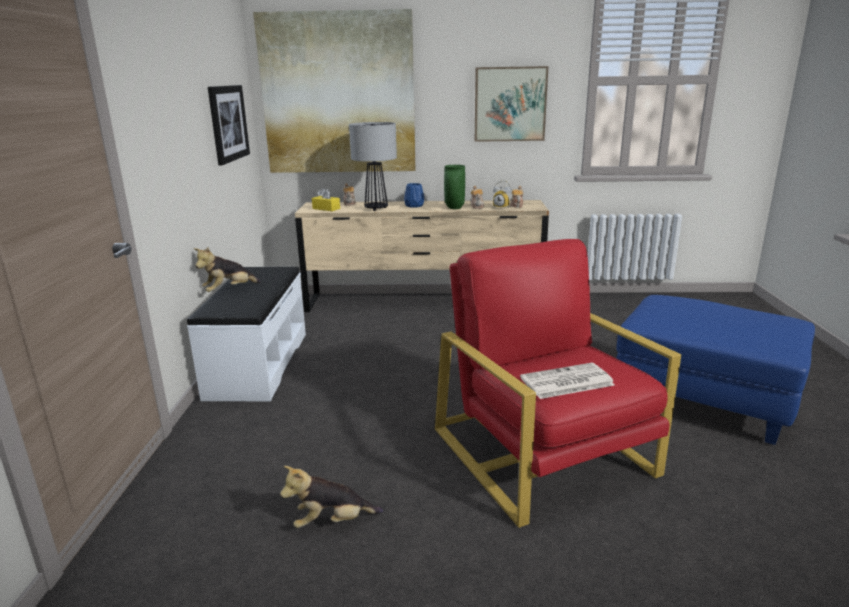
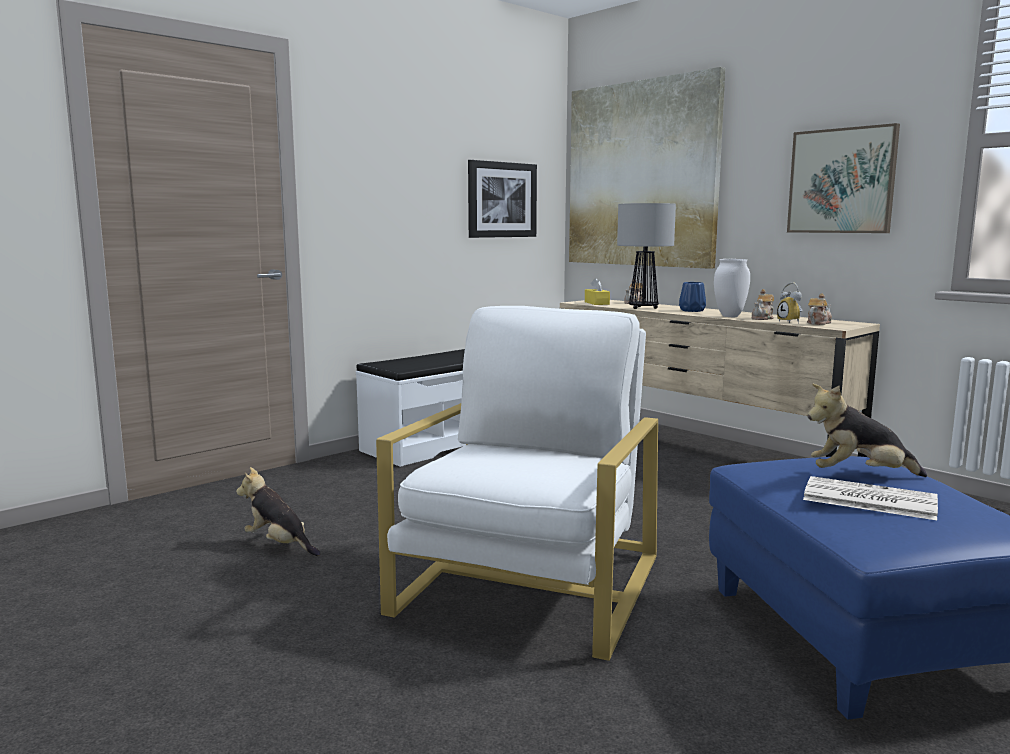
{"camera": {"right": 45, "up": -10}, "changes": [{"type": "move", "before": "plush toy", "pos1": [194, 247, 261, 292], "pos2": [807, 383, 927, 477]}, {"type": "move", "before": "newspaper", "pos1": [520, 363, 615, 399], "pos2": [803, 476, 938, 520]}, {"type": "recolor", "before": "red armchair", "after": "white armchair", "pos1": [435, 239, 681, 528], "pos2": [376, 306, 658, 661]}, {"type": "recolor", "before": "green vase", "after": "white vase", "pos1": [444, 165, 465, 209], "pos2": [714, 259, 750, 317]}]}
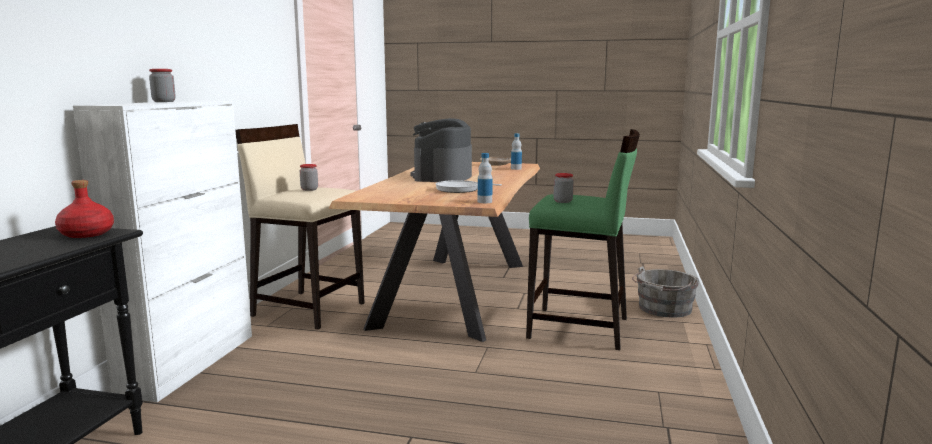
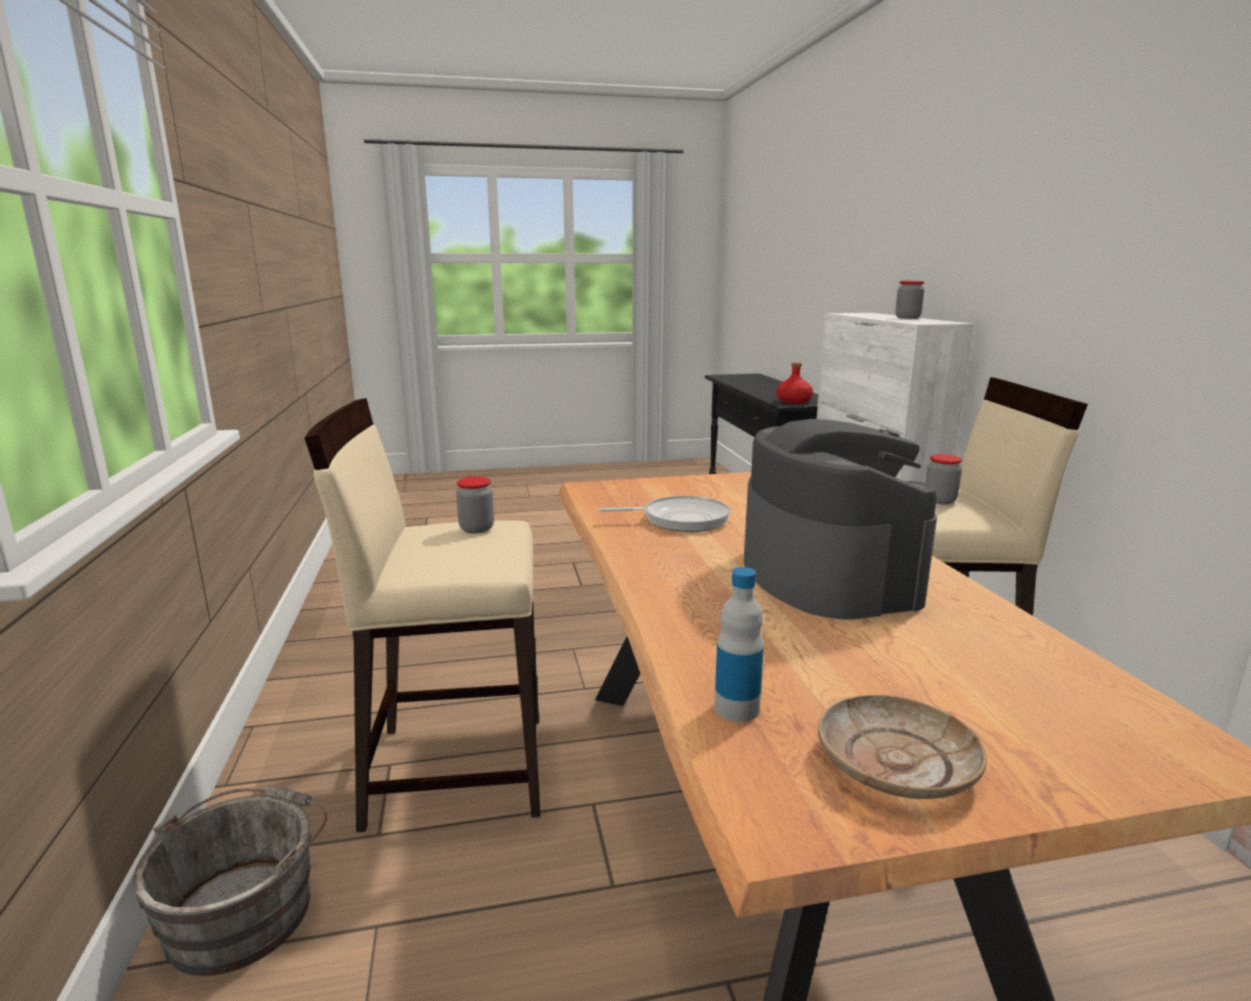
{"camera": {"right": 155, "up": 5}, "changes": [{"type": "delete", "before": "bottle", "pos1": [478, 153, 493, 203]}, {"type": "recolor", "before": "green stool", "after": "beige stool", "pos1": [526, 129, 640, 350], "pos2": [305, 398, 540, 832]}]}
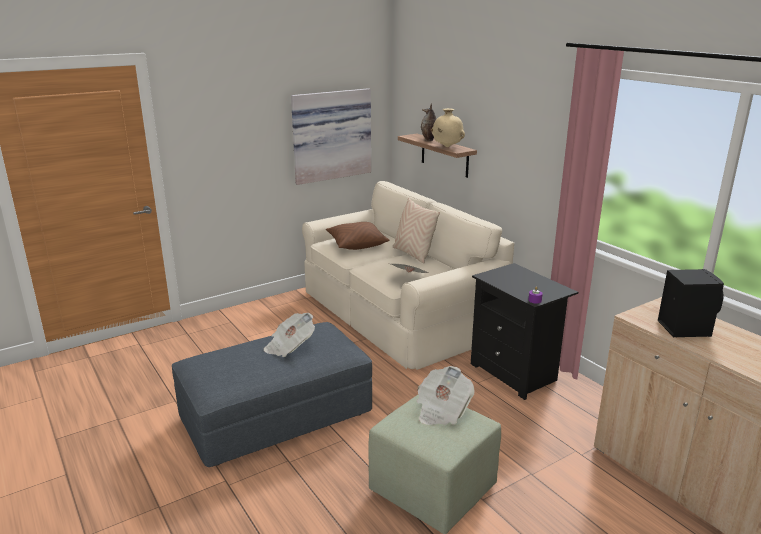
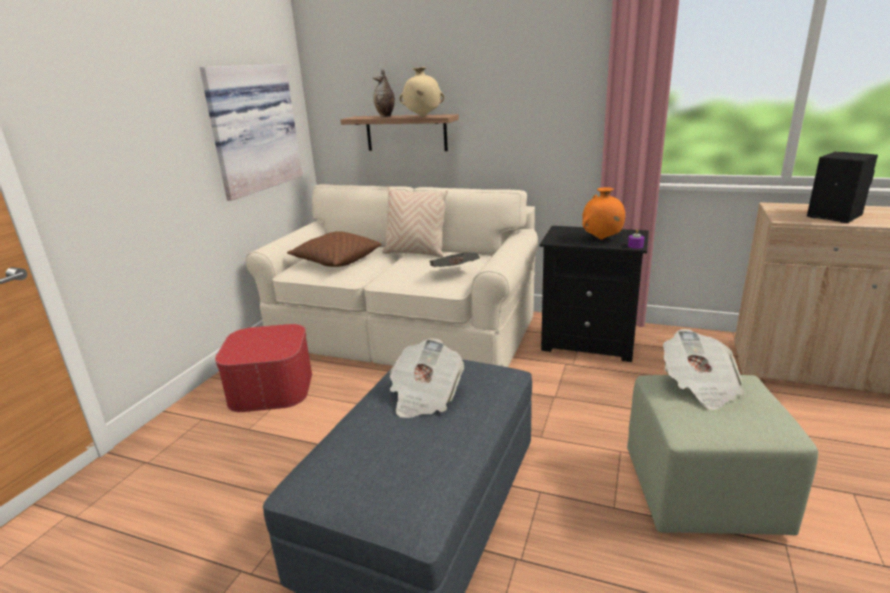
{"camera": {"right": -35, "up": 0}, "changes": [{"type": "insert", "after": "ottoman", "pos2": [215, 324, 312, 412]}, {"type": "insert", "after": "orange vase", "pos2": [582, 187, 625, 239]}]}
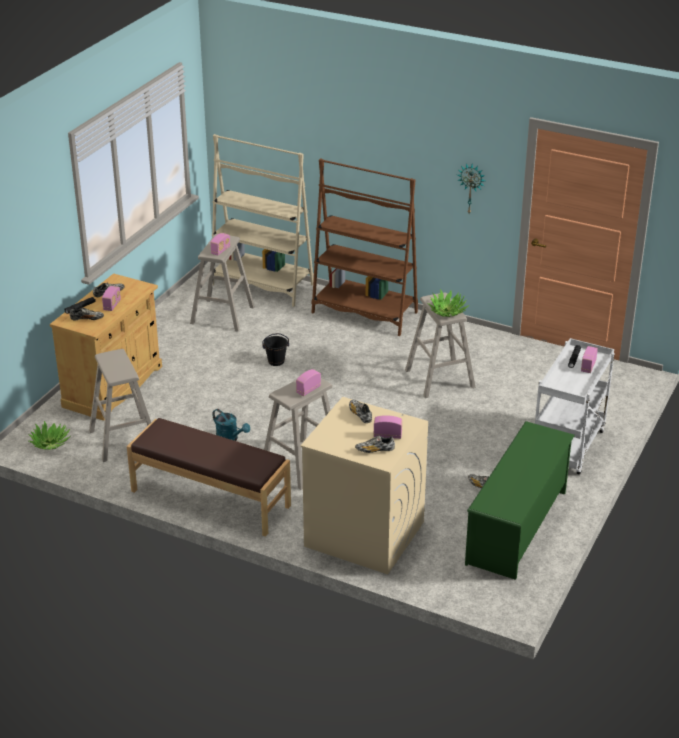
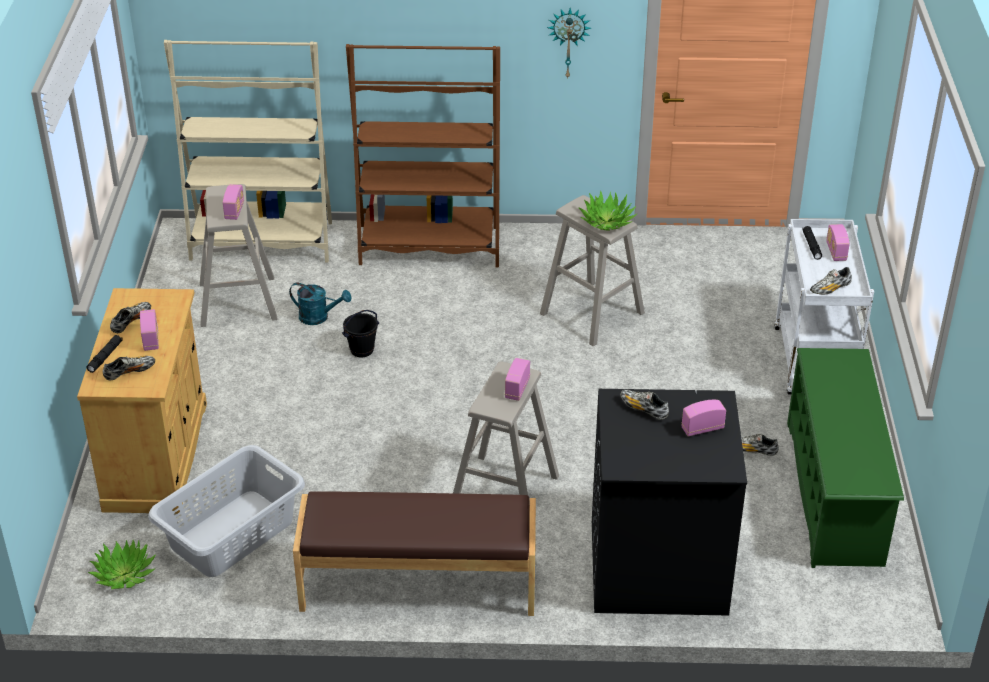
{"camera": {"right": -25, "up": 5}, "changes": [{"type": "move", "before": "turquoise watering can", "pos1": [213, 409, 250, 441], "pos2": [289, 283, 351, 325]}, {"type": "move", "before": "shoe", "pos1": [355, 435, 395, 453], "pos2": [810, 267, 852, 294]}, {"type": "replace", "before": "beige stool", "after": "grey laundry basket", "pos1": [89, 349, 151, 462], "pos2": [148, 445, 305, 577]}, {"type": "recolor", "before": "beige washing machine", "after": "black washing machine", "pos1": [301, 397, 428, 574], "pos2": [592, 389, 747, 616]}]}
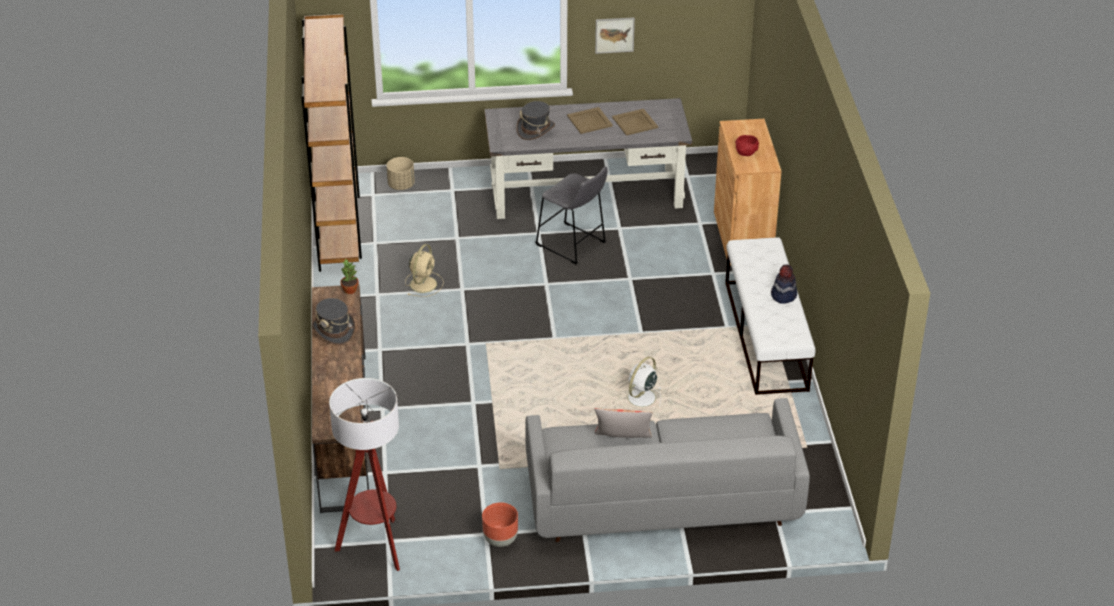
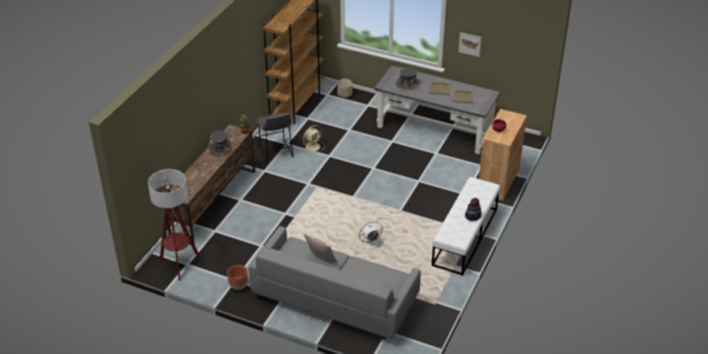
{"camera": {"right": 30, "up": 0}, "changes": [{"type": "move", "before": "grey stool", "pos1": [535, 166, 607, 264], "pos2": [257, 113, 294, 163]}]}
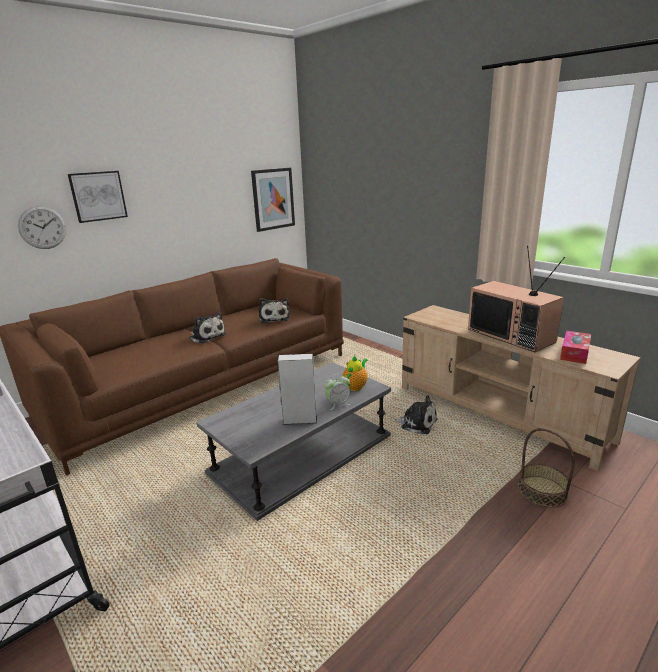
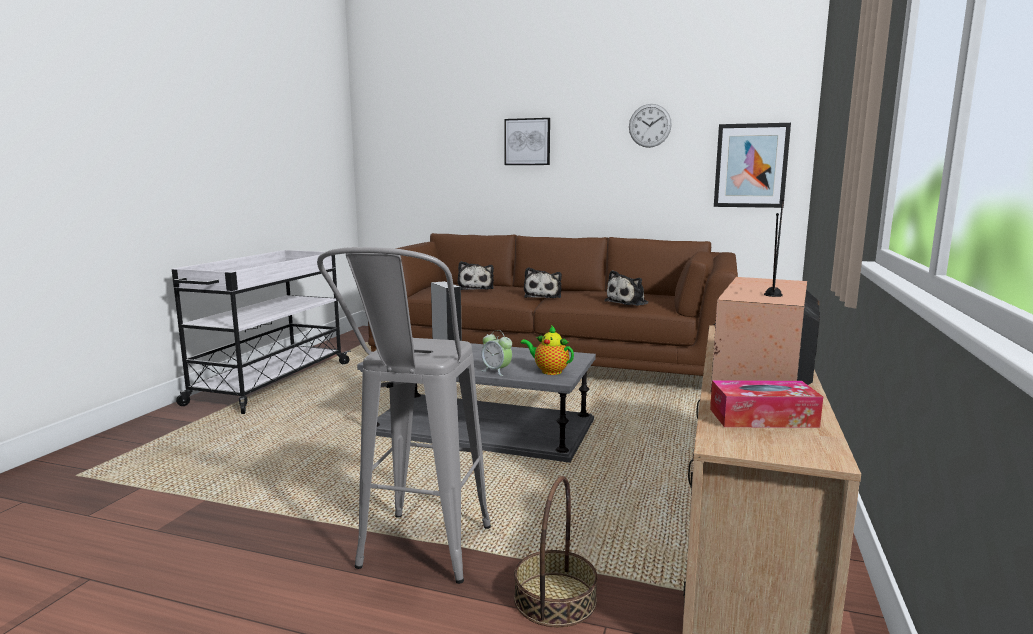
{"camera": {"right": 60, "up": -10}, "changes": [{"type": "insert", "after": "grey stool", "pos2": [317, 247, 491, 584]}, {"type": "move", "before": "wall clock", "pos1": [18, 206, 66, 249], "pos2": [629, 104, 672, 148]}, {"type": "move", "before": "plush toy", "pos1": [393, 395, 437, 434], "pos2": [458, 261, 494, 290]}, {"type": "rotate", "before": "teapot", "pos1": [343, 356, 367, 391], "pos2": [521, 325, 574, 375], "turn": -150}]}
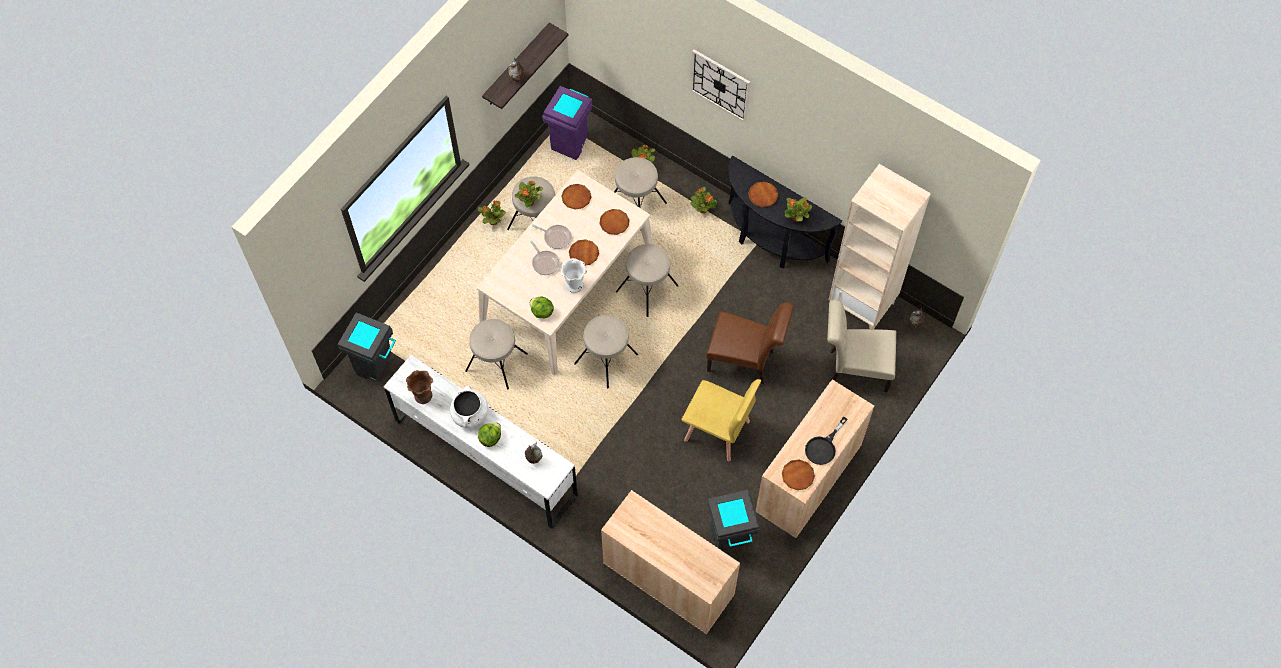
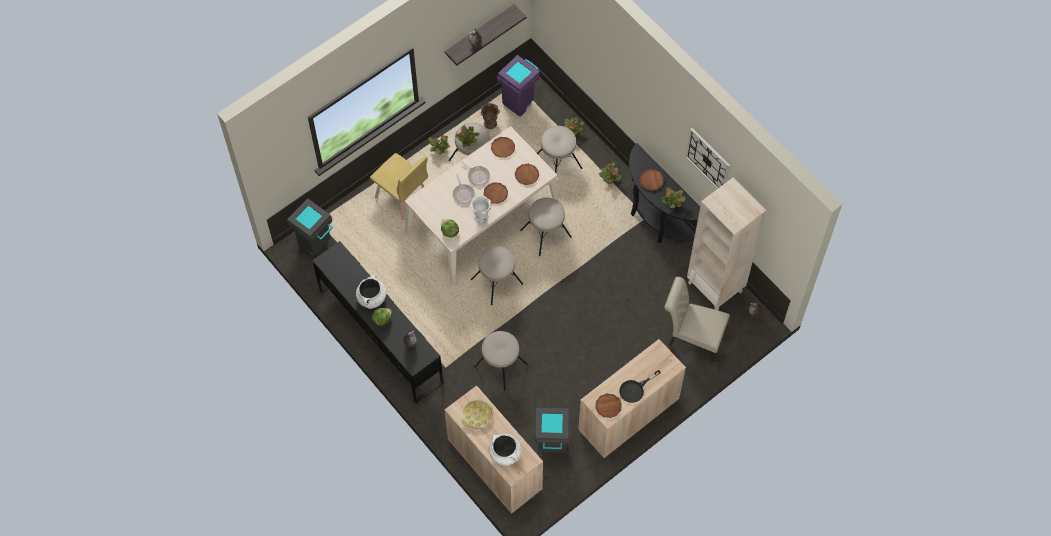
{"camera": {"right": 15, "up": 0}, "changes": [{"type": "delete", "before": "brown chair", "pos1": [706, 302, 794, 384]}, {"type": "insert", "after": "yellow tray", "pos2": [462, 400, 493, 429]}, {"type": "insert", "after": "white cooking pot", "pos2": [489, 434, 522, 466]}, {"type": "move", "before": "brown vase", "pos1": [406, 370, 433, 404], "pos2": [481, 103, 500, 129]}, {"type": "move", "before": "beige stool", "pos1": [465, 319, 528, 390], "pos2": [474, 331, 528, 391]}, {"type": "move", "before": "yellow chair", "pos1": [681, 379, 761, 461], "pos2": [370, 153, 428, 220]}, {"type": "move", "before": "wall clock", "pos1": [690, 49, 750, 122], "pos2": [685, 128, 730, 189]}, {"type": "recolor", "before": "white dresser", "after": "black dresser", "pos1": [384, 355, 578, 529], "pos2": [312, 241, 443, 403]}]}
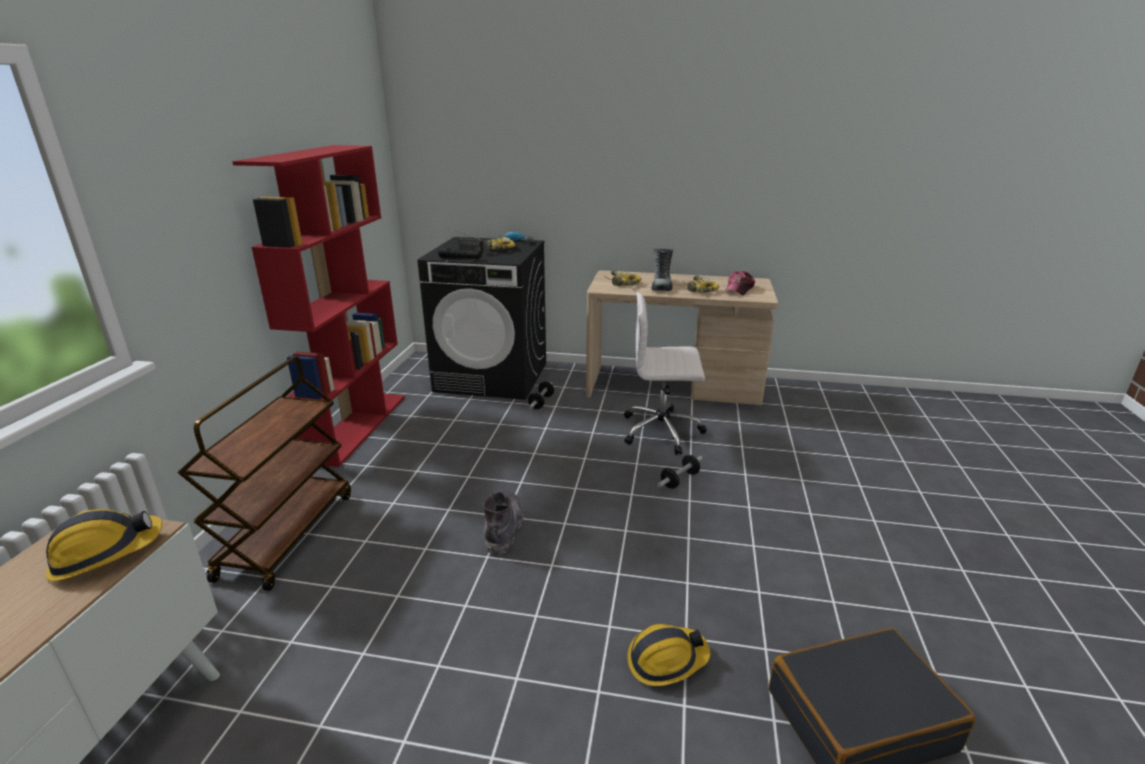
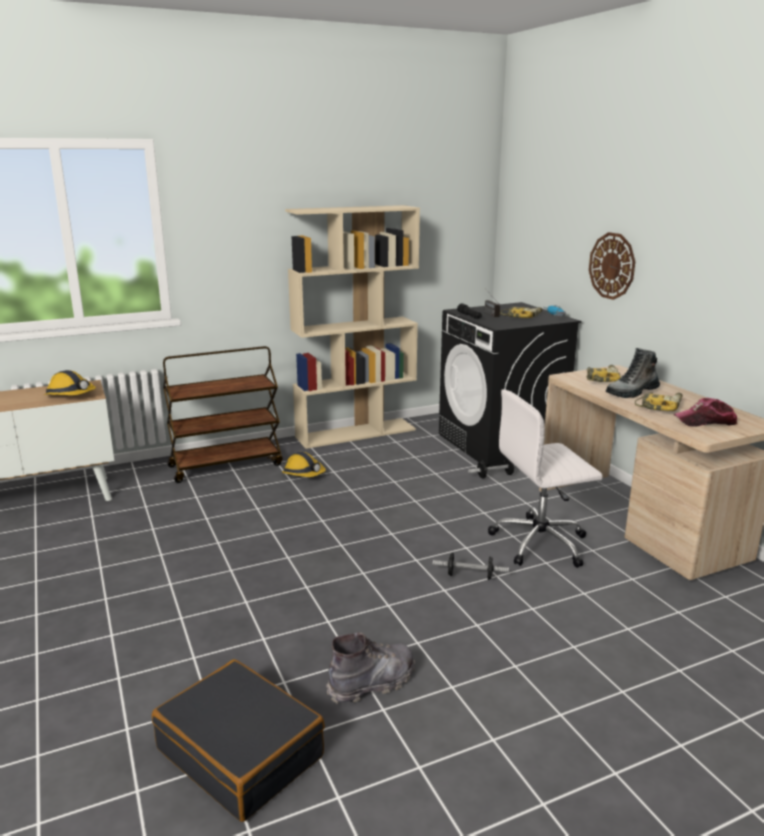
{"camera": {"right": 55, "up": -5}, "changes": [{"type": "insert", "after": "wall clock", "pos2": [589, 232, 635, 300]}, {"type": "move", "before": "grey boot", "pos1": [483, 490, 523, 554], "pos2": [326, 633, 415, 704]}, {"type": "move", "before": "hard hat", "pos1": [627, 624, 710, 686], "pos2": [282, 452, 326, 477]}, {"type": "recolor", "before": "red bookcase", "after": "beige bookcase", "pos1": [232, 145, 405, 467], "pos2": [285, 205, 420, 449]}, {"type": "rotate", "before": "white office chair", "pos1": [624, 292, 707, 455], "pos2": [488, 389, 603, 568], "turn": -75}]}
